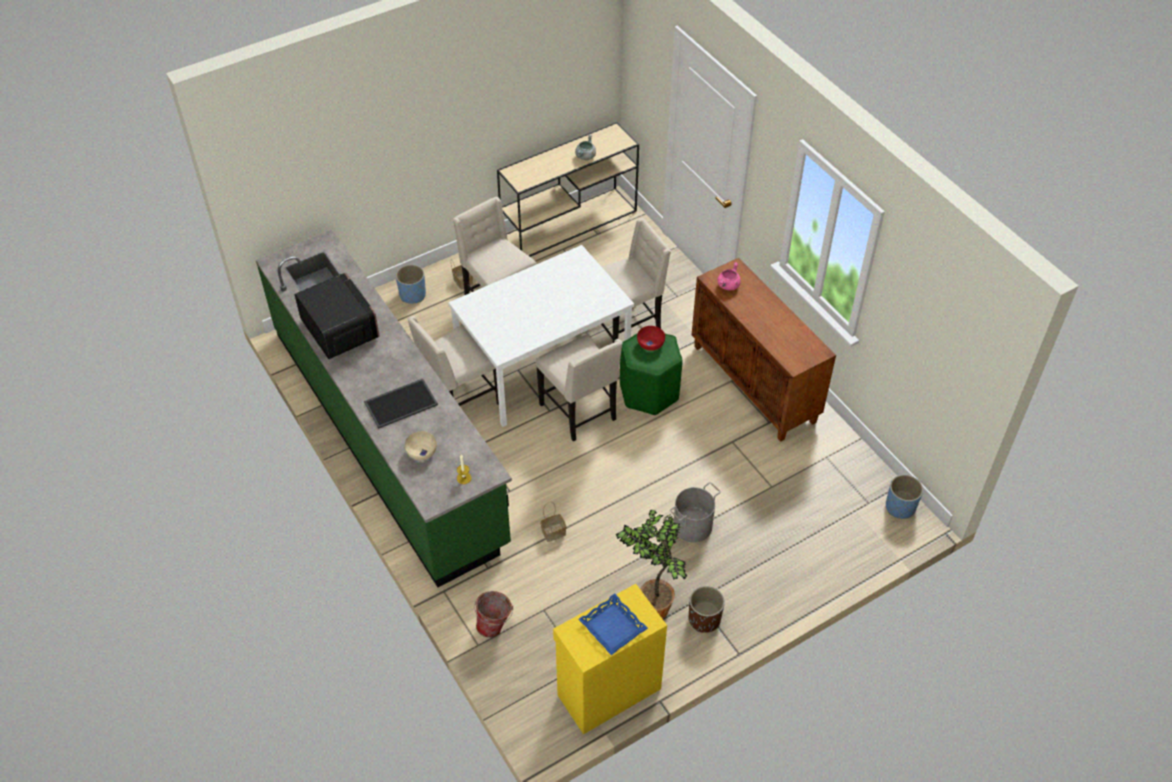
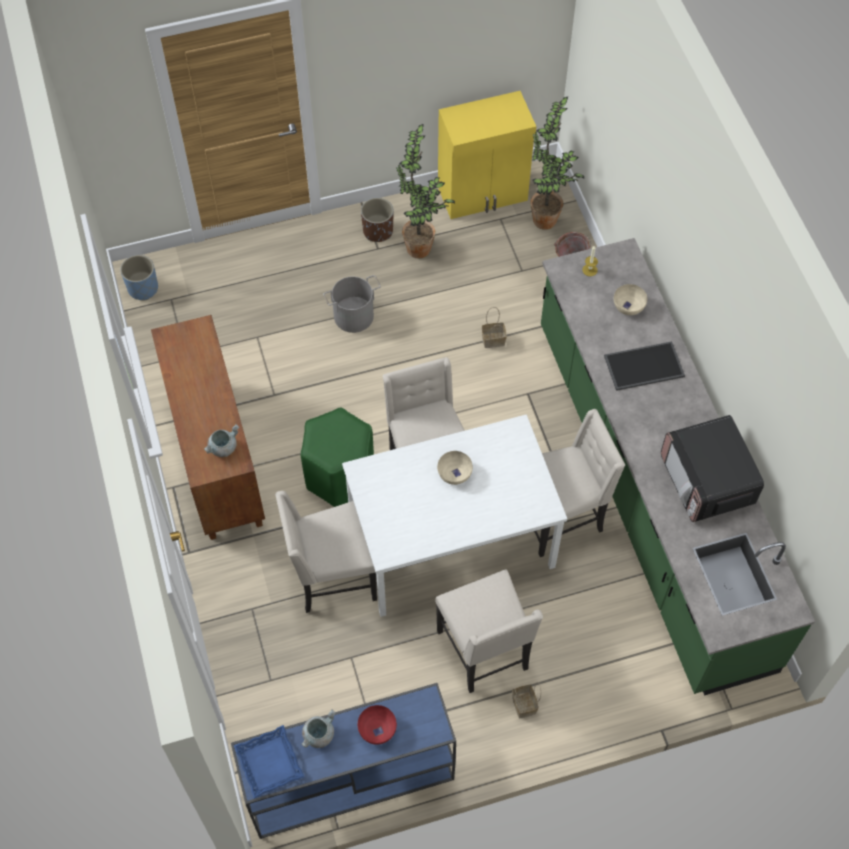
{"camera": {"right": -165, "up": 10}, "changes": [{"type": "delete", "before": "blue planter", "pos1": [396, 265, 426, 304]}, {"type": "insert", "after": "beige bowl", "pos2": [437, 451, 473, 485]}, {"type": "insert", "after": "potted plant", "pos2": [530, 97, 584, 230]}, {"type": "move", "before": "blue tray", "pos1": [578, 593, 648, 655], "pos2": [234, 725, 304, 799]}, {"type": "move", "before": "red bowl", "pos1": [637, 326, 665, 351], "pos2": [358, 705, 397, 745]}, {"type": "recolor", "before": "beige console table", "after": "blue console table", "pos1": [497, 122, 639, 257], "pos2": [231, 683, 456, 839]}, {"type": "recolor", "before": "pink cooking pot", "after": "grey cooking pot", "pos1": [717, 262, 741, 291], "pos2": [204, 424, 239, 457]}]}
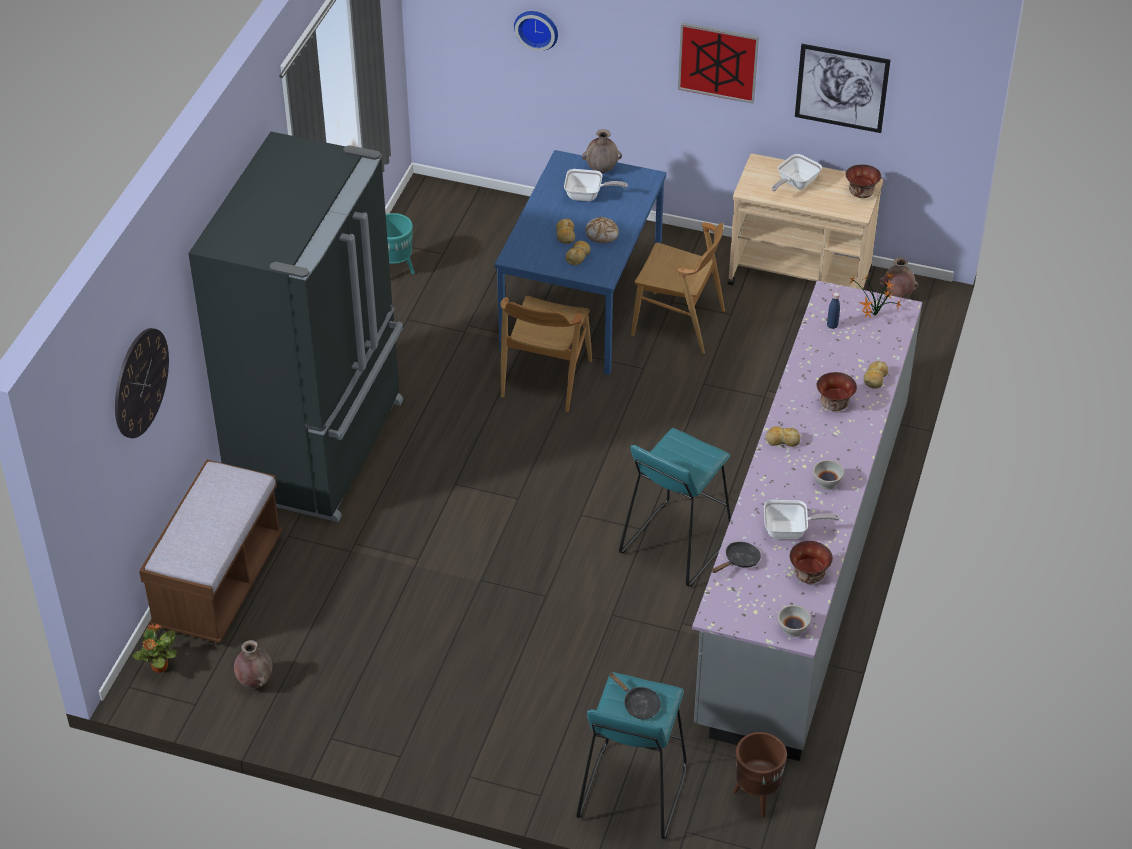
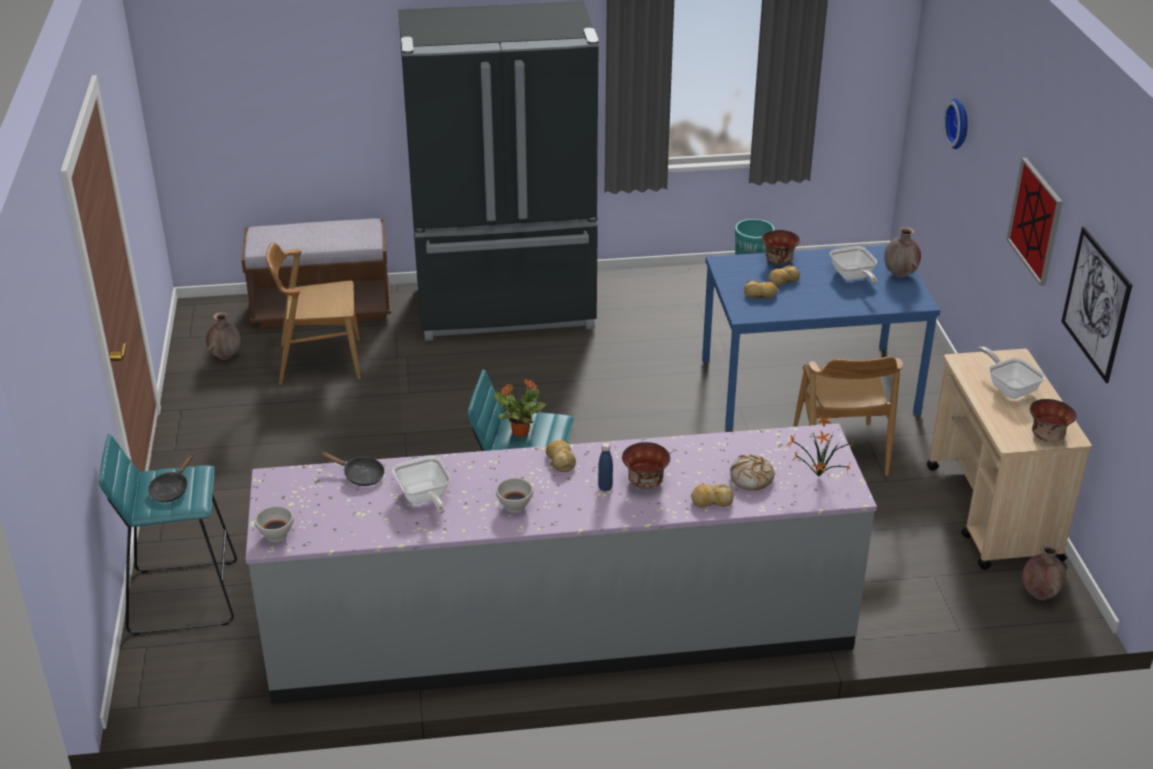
{"camera": {"right": 65, "up": -10}, "changes": [{"type": "delete", "before": "wall clock", "pos1": [115, 328, 169, 438]}, {"type": "delete", "before": "brown planter", "pos1": [733, 732, 787, 817]}, {"type": "move", "before": "potted plant", "pos1": [133, 624, 177, 673], "pos2": [494, 379, 546, 437]}, {"type": "move", "before": "brown chair", "pos1": [500, 295, 592, 412], "pos2": [266, 242, 361, 385]}, {"type": "move", "before": "bread", "pos1": [585, 217, 619, 243], "pos2": [730, 455, 775, 491]}, {"type": "move", "before": "bowl", "pos1": [790, 541, 833, 584], "pos2": [762, 230, 800, 264]}, {"type": "move", "before": "blue bottle", "pos1": [827, 292, 840, 329], "pos2": [598, 443, 613, 491]}, {"type": "rotate", "before": "frying pan", "pos1": [772, 154, 822, 191], "pos2": [978, 346, 1045, 399], "turn": 45}]}
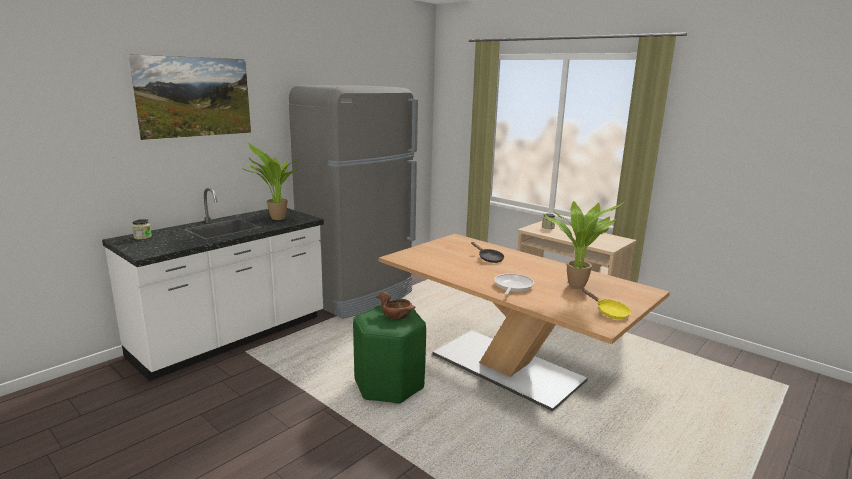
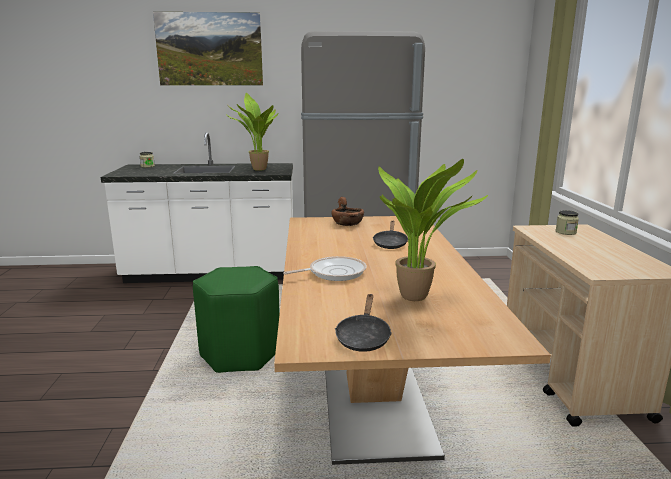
{"camera": {"right": 45, "up": 0}, "changes": [{"type": "move", "before": "brown bowl", "pos1": [376, 292, 416, 320], "pos2": [331, 197, 364, 226]}, {"type": "recolor", "before": "yellow frying pan", "after": "black frying pan", "pos1": [582, 289, 631, 319], "pos2": [335, 294, 392, 352]}]}
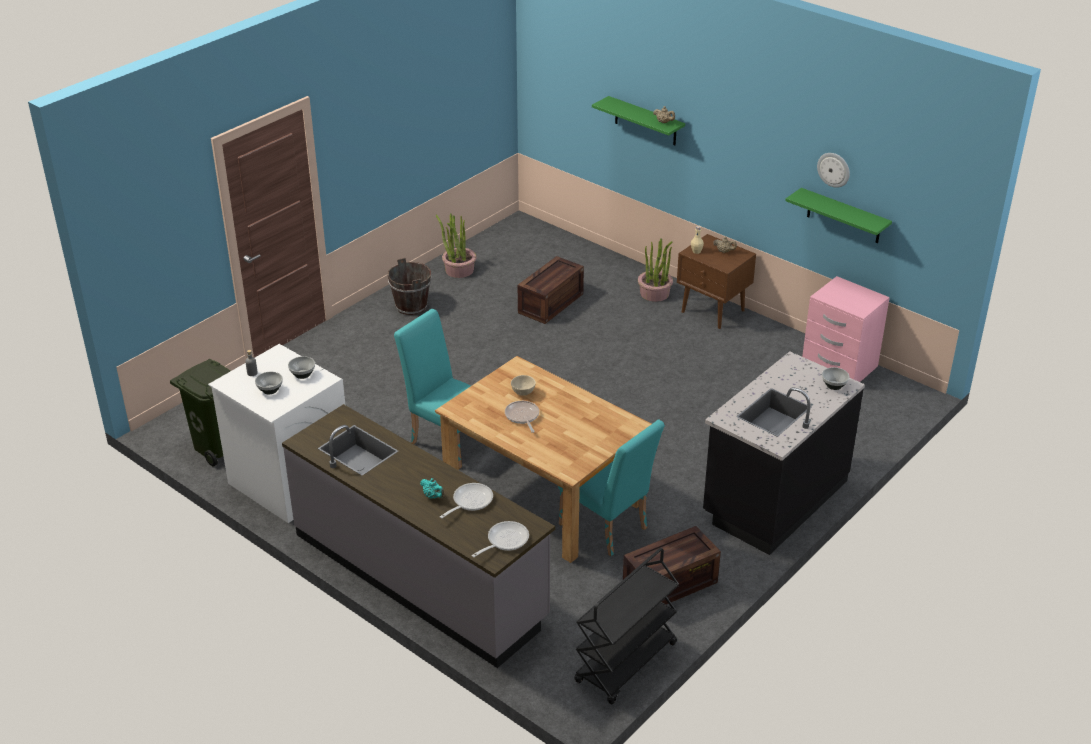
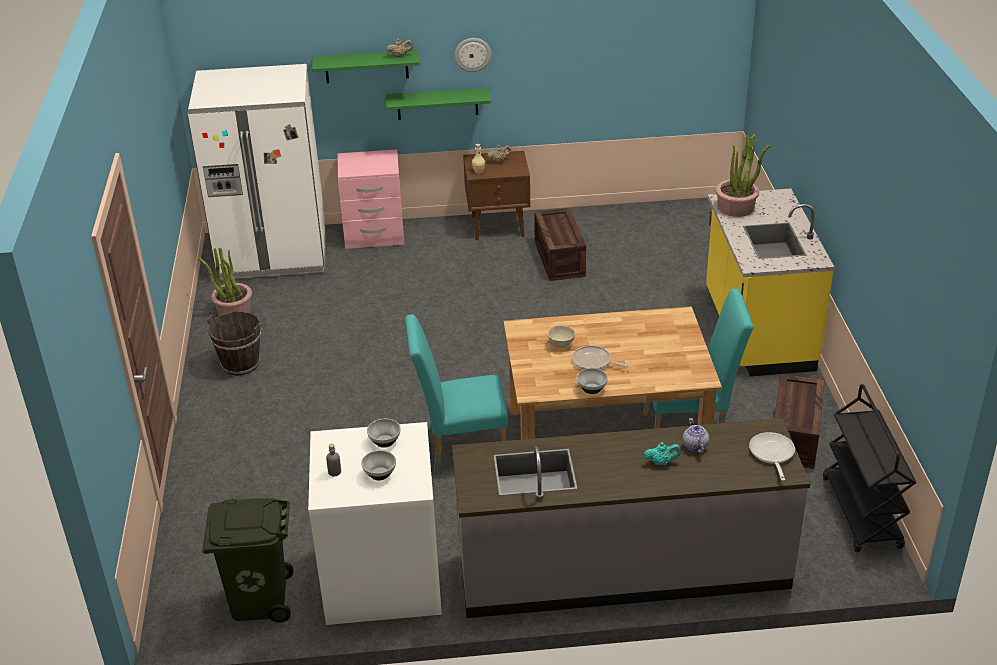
{"camera": {"right": -45, "up": 0}, "changes": [{"type": "insert", "after": "white fridge", "pos2": [187, 64, 326, 280]}, {"type": "move", "before": "crate", "pos1": [518, 256, 584, 324], "pos2": [534, 208, 586, 281]}, {"type": "move", "before": "potted plant", "pos1": [638, 238, 673, 302], "pos2": [715, 134, 771, 217]}, {"type": "move", "before": "green shelf", "pos1": [785, 188, 892, 243], "pos2": [386, 88, 491, 120]}, {"type": "move", "before": "pink nightstand", "pos1": [802, 276, 890, 382], "pos2": [337, 149, 404, 249]}, {"type": "move", "before": "wall clock", "pos1": [817, 153, 850, 188], "pos2": [454, 38, 491, 72]}, {"type": "move", "before": "bowl", "pos1": [822, 367, 849, 390], "pos2": [577, 368, 608, 394]}, {"type": "replace", "before": "frying pan", "after": "teapot", "pos1": [440, 483, 493, 518], "pos2": [683, 418, 709, 454]}, {"type": "recolor", "before": "black counter", "after": "yellow counter", "pos1": [703, 351, 865, 555], "pos2": [706, 189, 834, 376]}]}
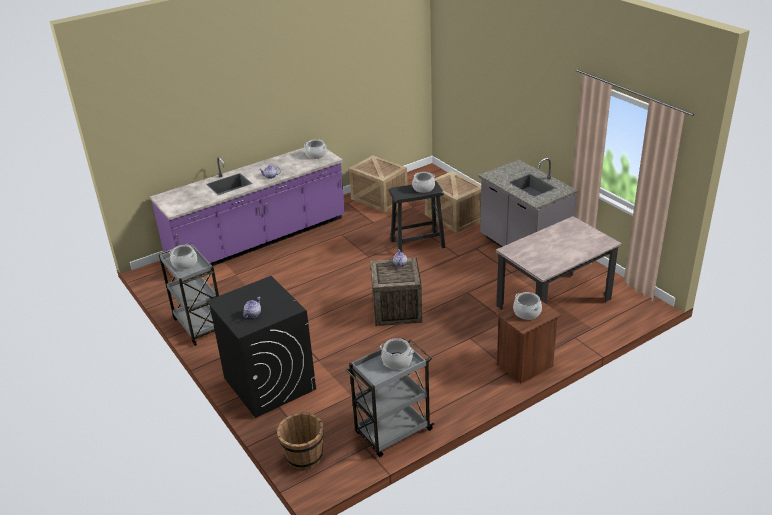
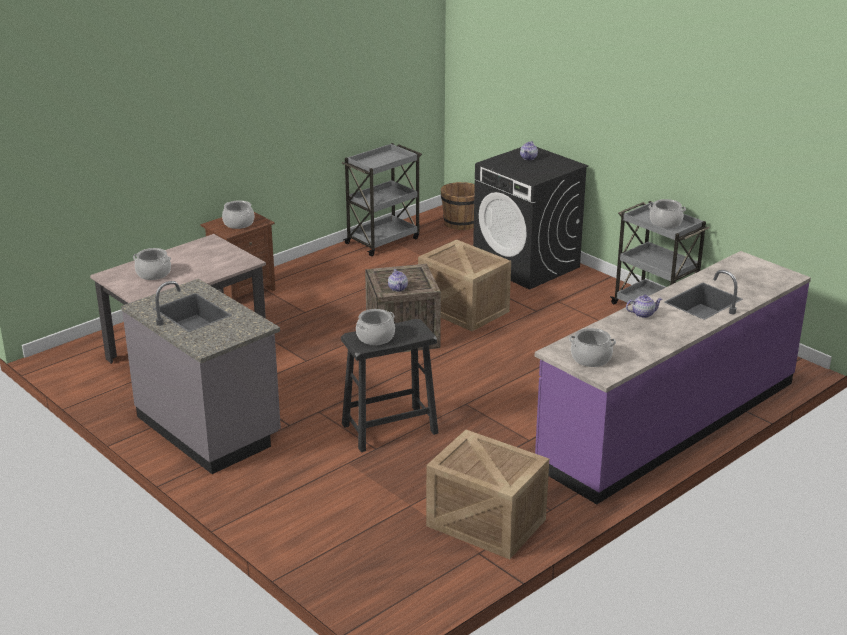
{"camera": {"right": 170, "up": -5}, "changes": [{"type": "move", "before": "cooking pot", "pos1": [380, 338, 414, 370], "pos2": [133, 248, 171, 280]}, {"type": "move", "before": "crate", "pos1": [425, 171, 481, 233], "pos2": [418, 239, 511, 331]}]}
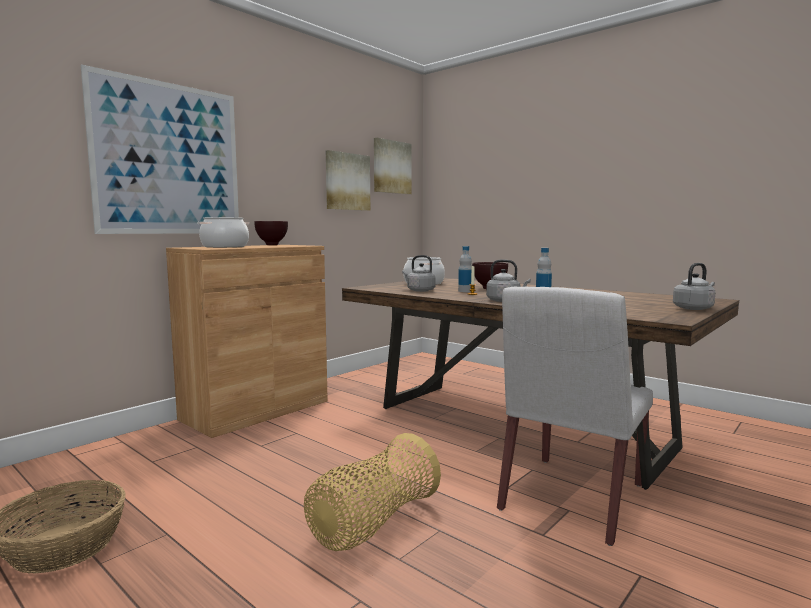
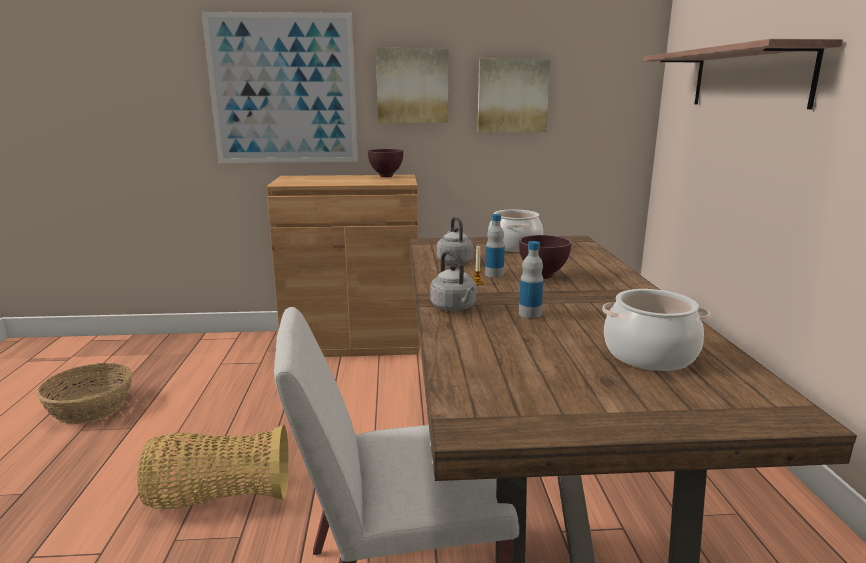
{"camera": {"right": 45, "up": 10}, "changes": [{"type": "delete", "before": "grey kettle", "pos1": [673, 263, 715, 310]}, {"type": "insert", "after": "shelf", "pos2": [643, 39, 843, 109]}, {"type": "move", "before": "cooking pot", "pos1": [197, 217, 249, 248], "pos2": [602, 289, 710, 371]}, {"type": "move", "before": "picture", "pos1": [374, 138, 412, 194], "pos2": [376, 48, 448, 123]}]}
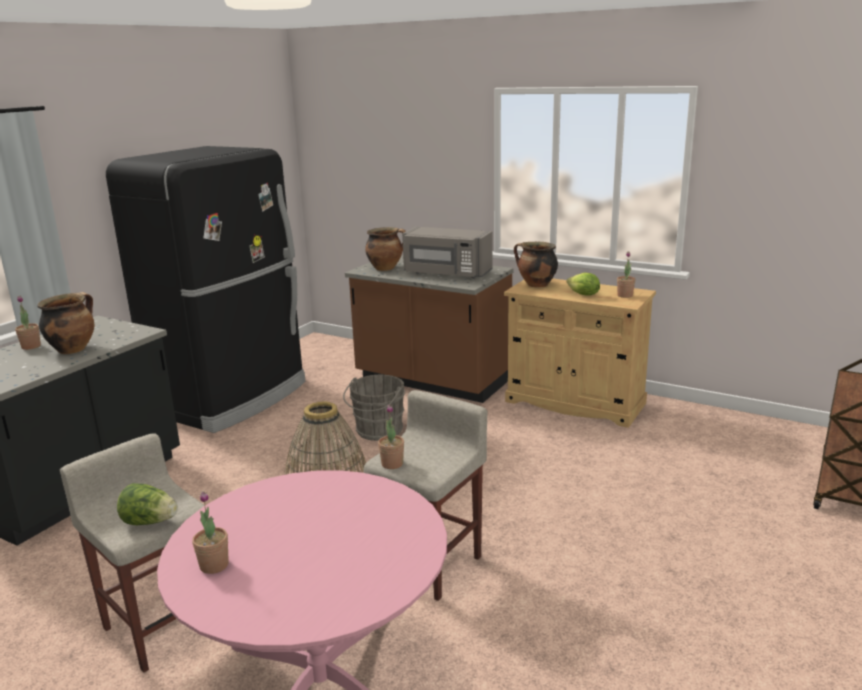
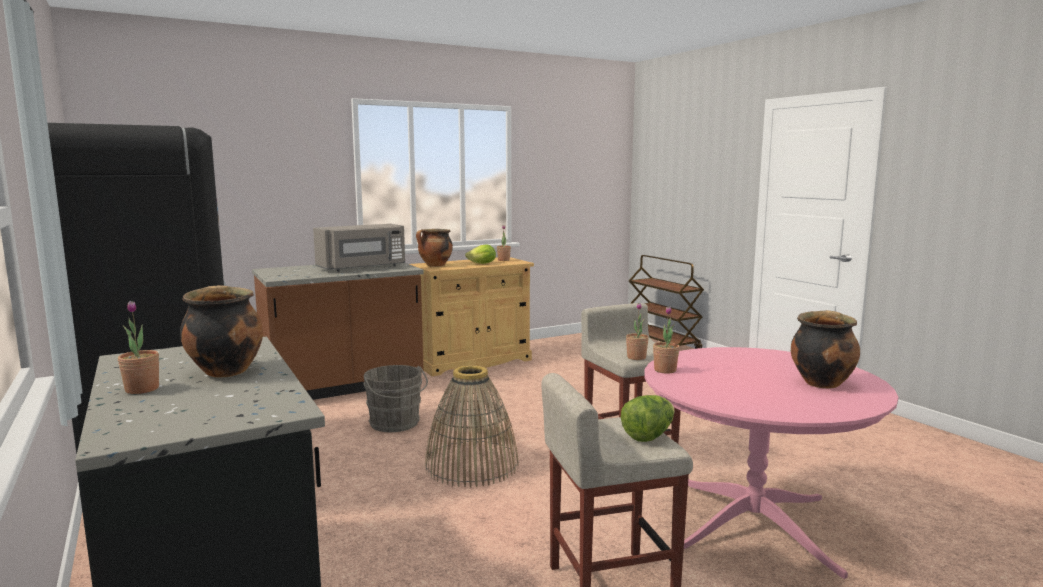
{"camera": {"right": -60, "up": -10}, "changes": [{"type": "move", "before": "potted plant", "pos1": [192, 492, 229, 574], "pos2": [653, 306, 680, 373]}, {"type": "move", "before": "cooking pot", "pos1": [365, 227, 406, 271], "pos2": [791, 310, 860, 388]}]}
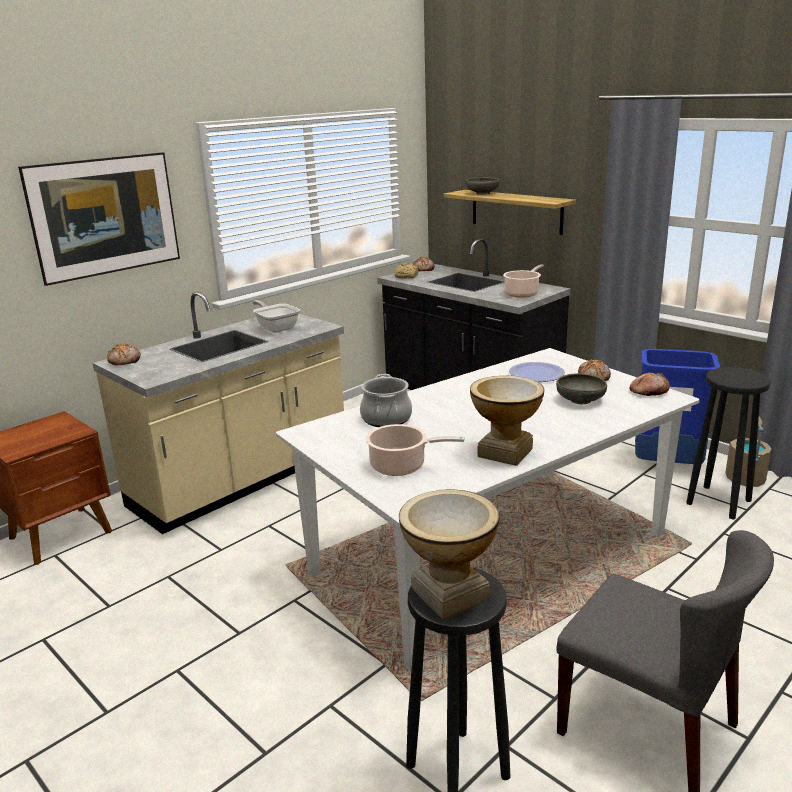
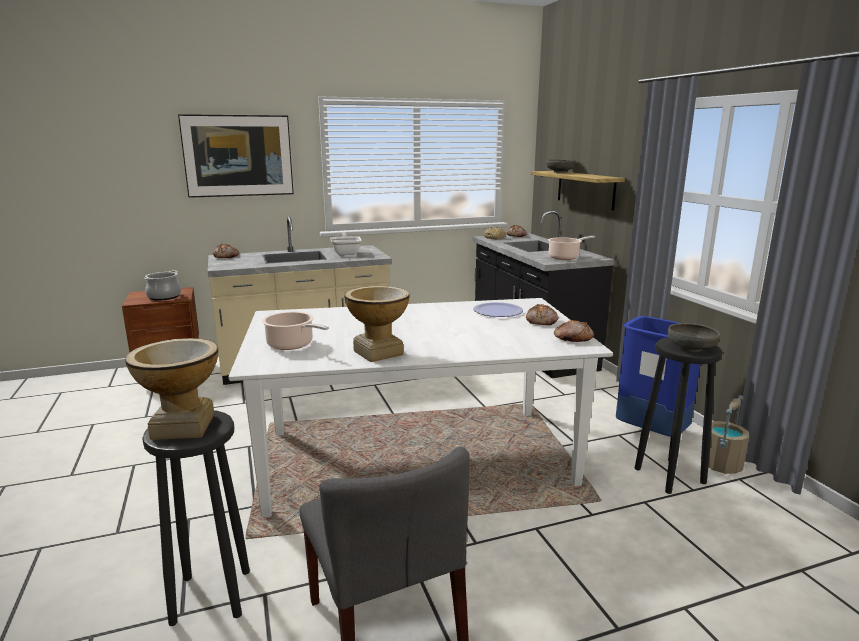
{"camera": {"right": 25, "up": -5}, "changes": [{"type": "move", "before": "cooking pot", "pos1": [360, 374, 412, 427], "pos2": [144, 270, 181, 301]}, {"type": "move", "before": "grey bowl", "pos1": [556, 373, 607, 404], "pos2": [668, 323, 720, 352]}]}
